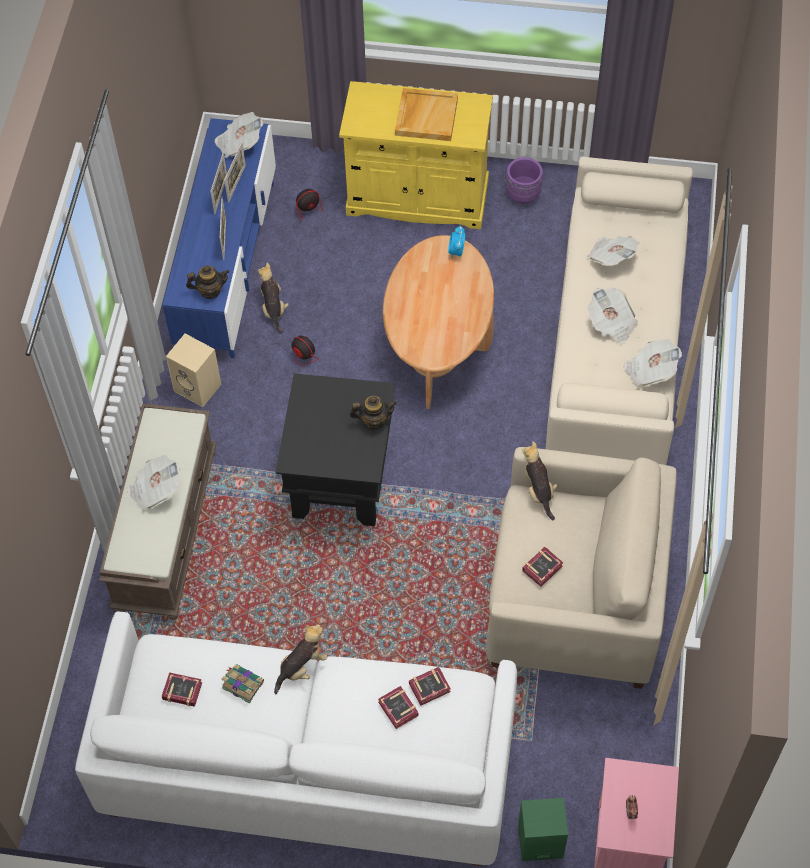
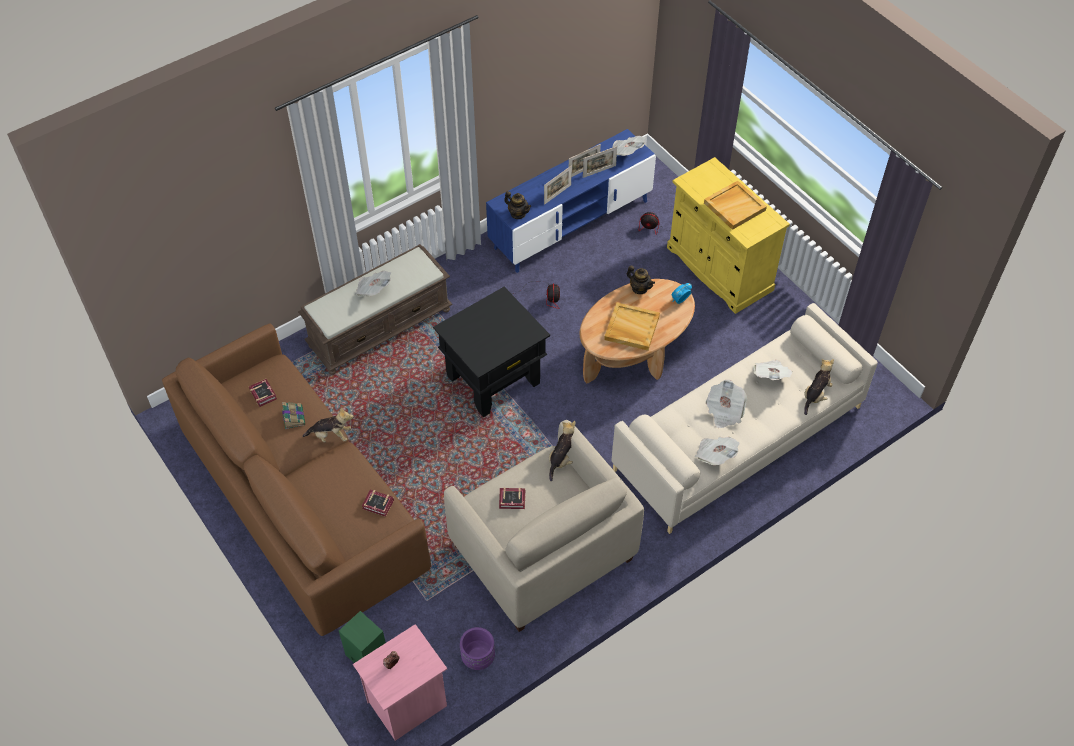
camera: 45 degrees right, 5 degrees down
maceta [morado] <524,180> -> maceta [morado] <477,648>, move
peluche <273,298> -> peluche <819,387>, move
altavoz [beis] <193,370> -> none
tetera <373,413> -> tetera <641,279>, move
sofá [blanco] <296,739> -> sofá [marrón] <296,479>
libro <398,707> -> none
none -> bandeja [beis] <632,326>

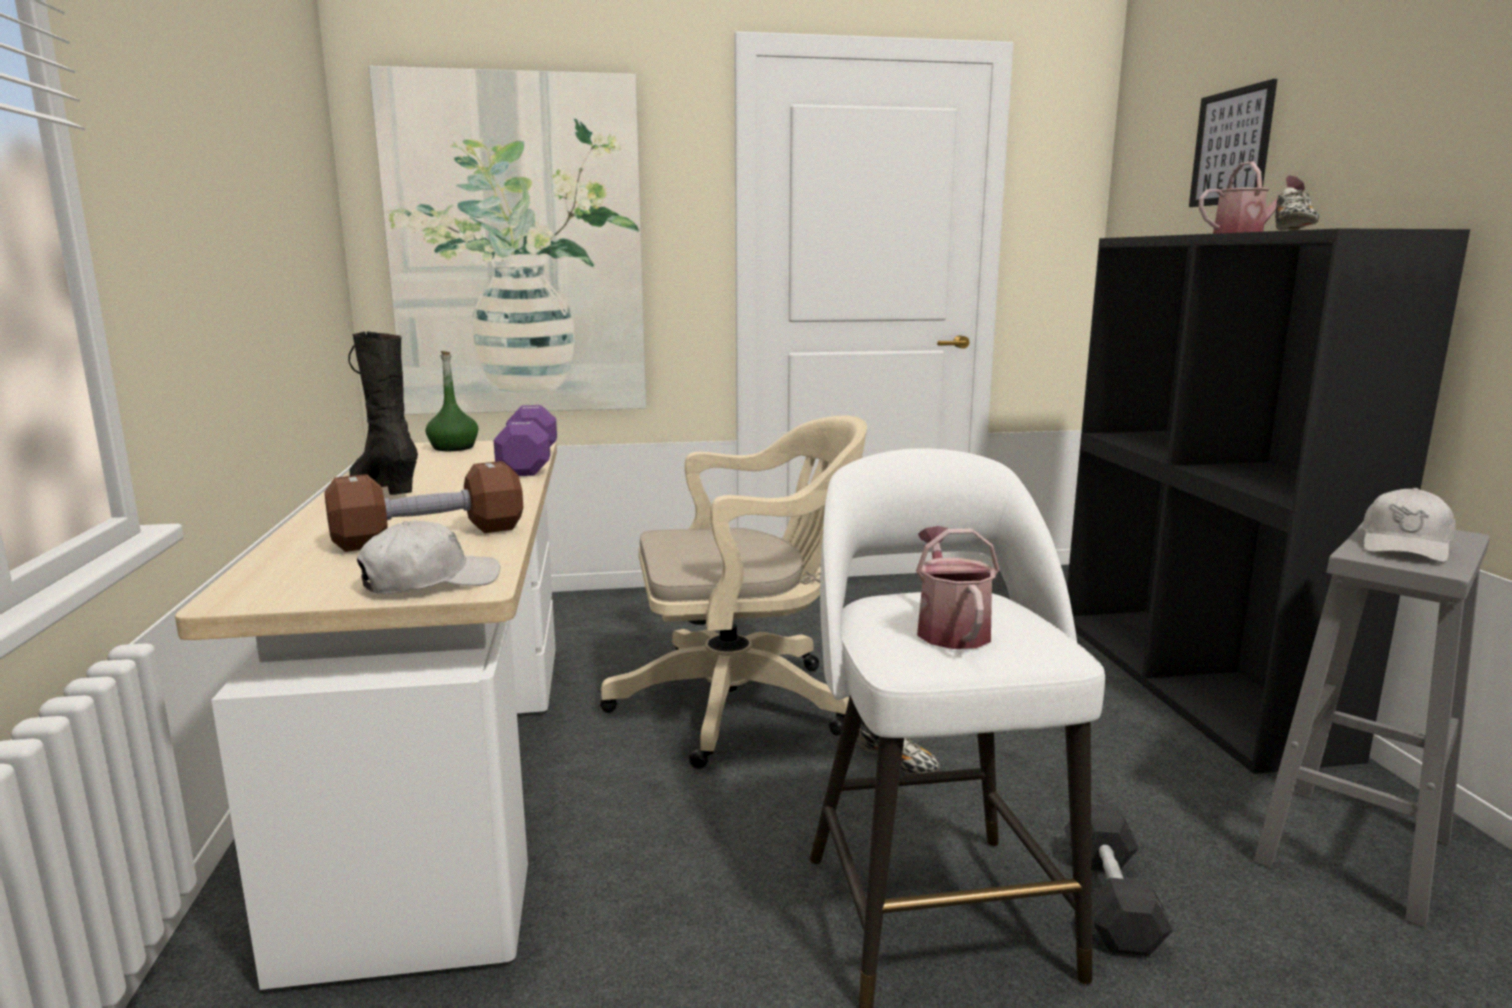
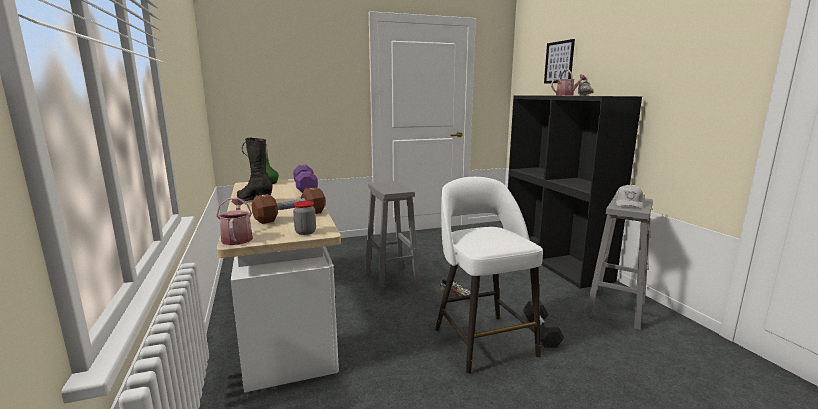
camera: 10 degrees left, 0 degrees up
cuadro <507,240> -> none
silla de oficina [beis] <733,592> -> taburete [gris] <392,237>
gorra [blanco] <428,557> -> tarro <304,218>
regadera <958,587> -> regadera <234,221>, move

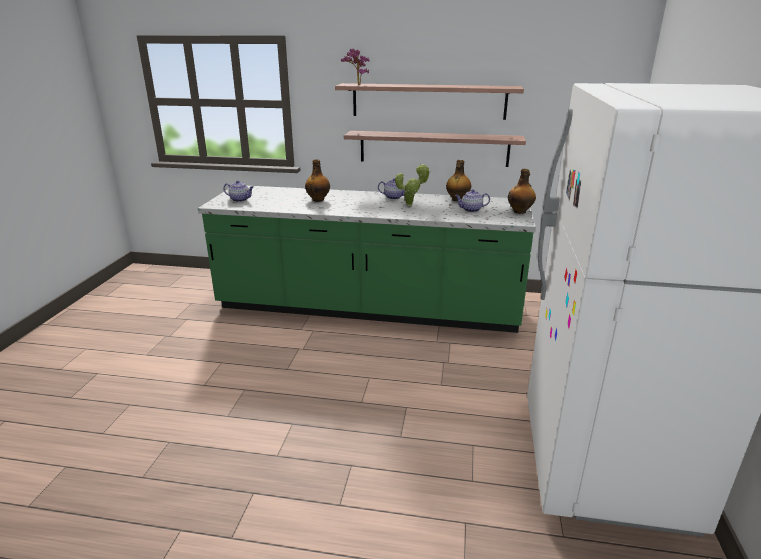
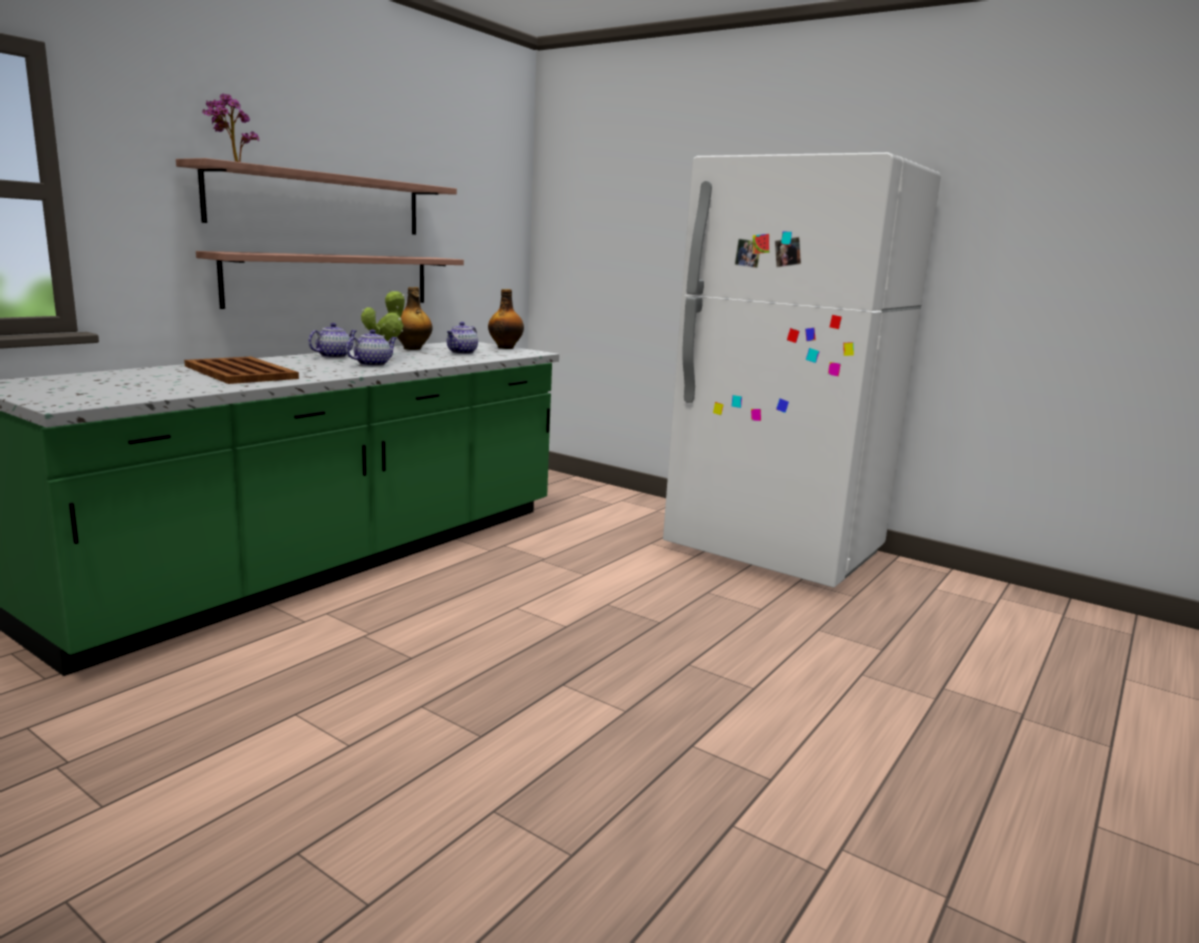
camera: 65 degrees left, 10 degrees down
botella <317,180> -> bandeja [marrón] <241,370>
tetera <238,191> -> tetera <371,347>, move

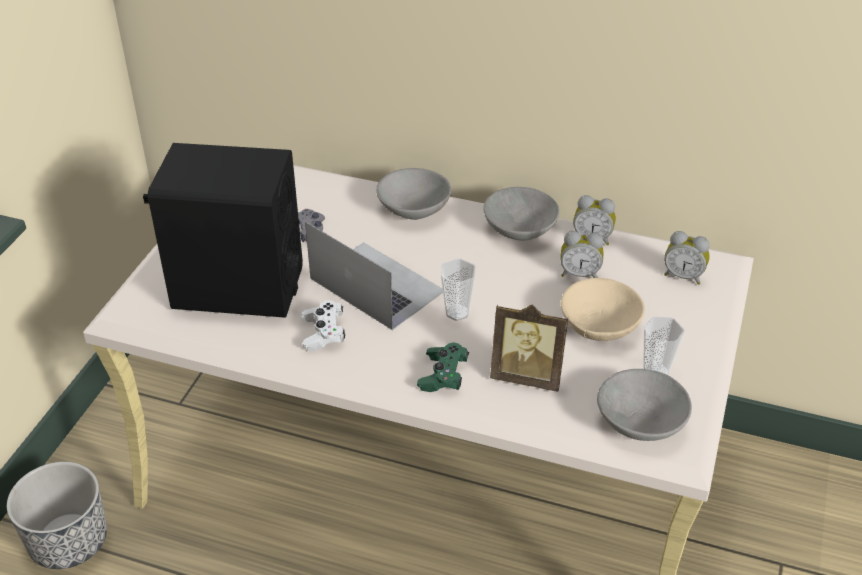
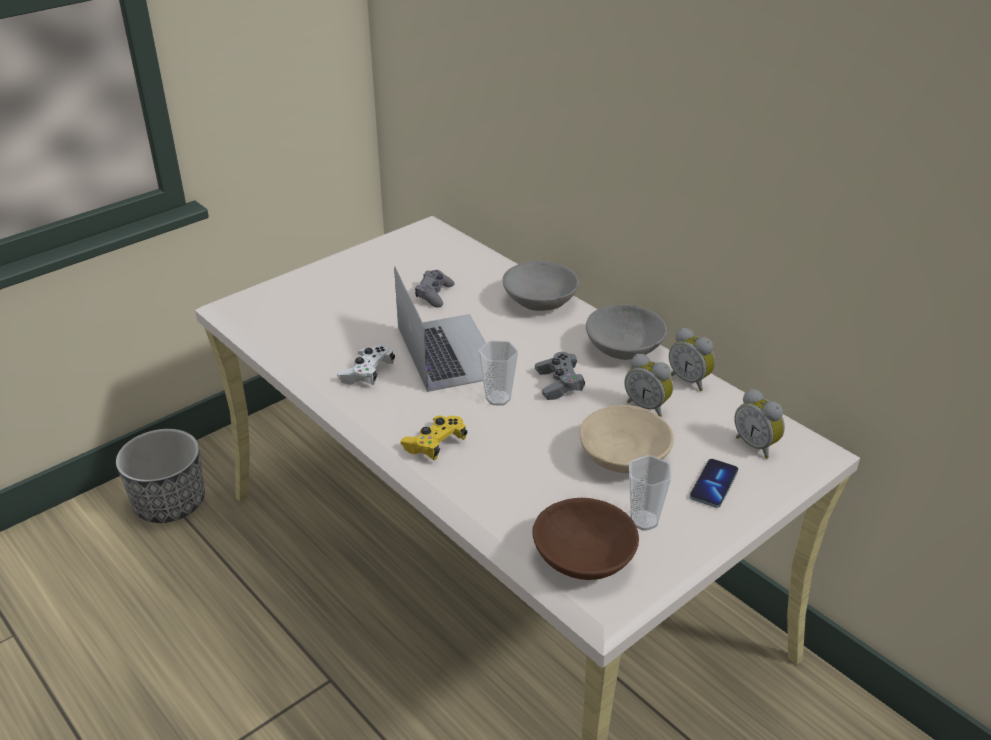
camera: 30 degrees right, 5 degrees down
altavoz [negro] <223,230> -> none
portarretratos <529,348> -> none
mando de consola [verde] <443,367> -> mando de consola [amarillo] <433,437>
cuenco [gris] <644,405> -> cuenco [marrón] <585,539>
none -> mando de consola [gris] <560,376>
none -> móvil <714,483>

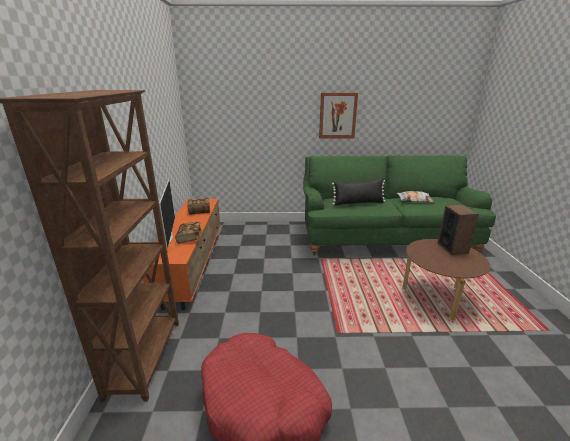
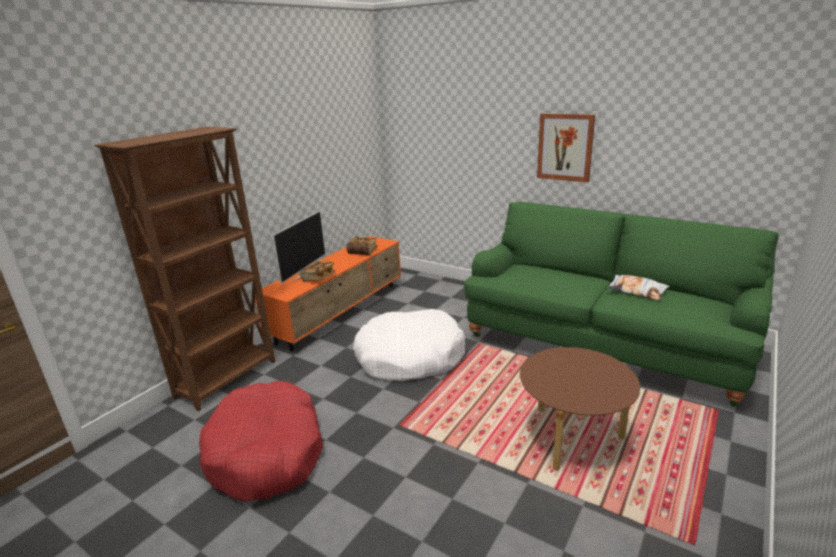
camera: 35 degrees right, 0 degrees up
cojín [negro] <358,192> -> none
altavoz <458,230> -> none
none -> cama para perro [blanco] <409,345>

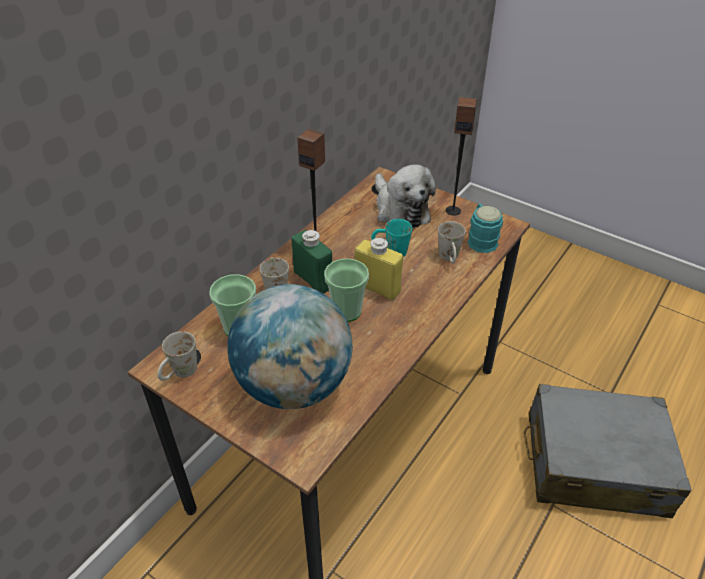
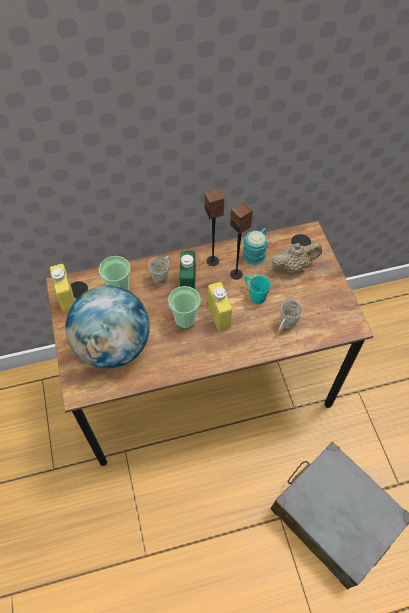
camera: 40 degrees right, 15 degrees up
altavoz <461,156> -> altavoz <241,241>, move
peluche <405,196> -> tetera [beis] <297,257>
taza grande [turquesa] <485,228> -> taza grande [turquesa] <255,246>, move
taza grande [blanco] <177,356> -> botella [amarillo] <62,288>

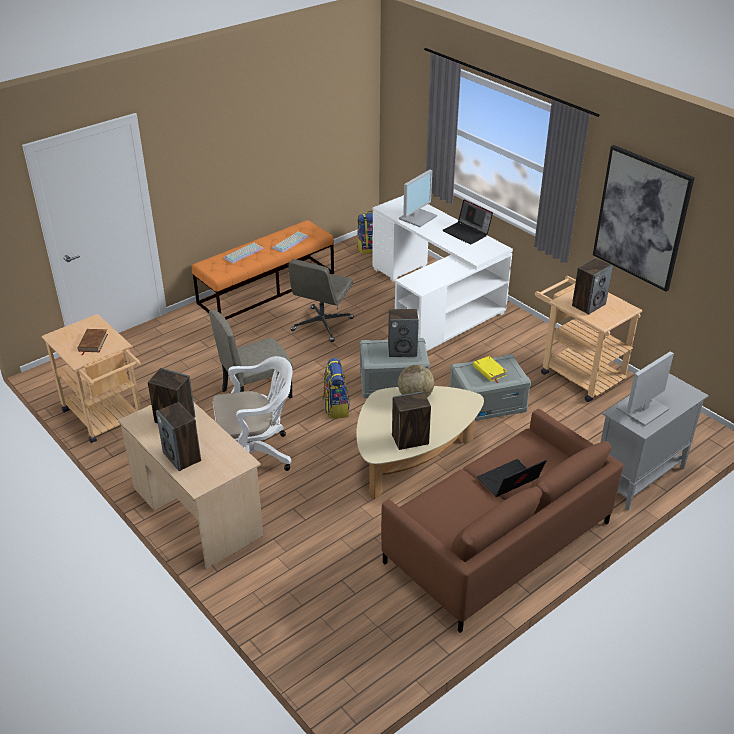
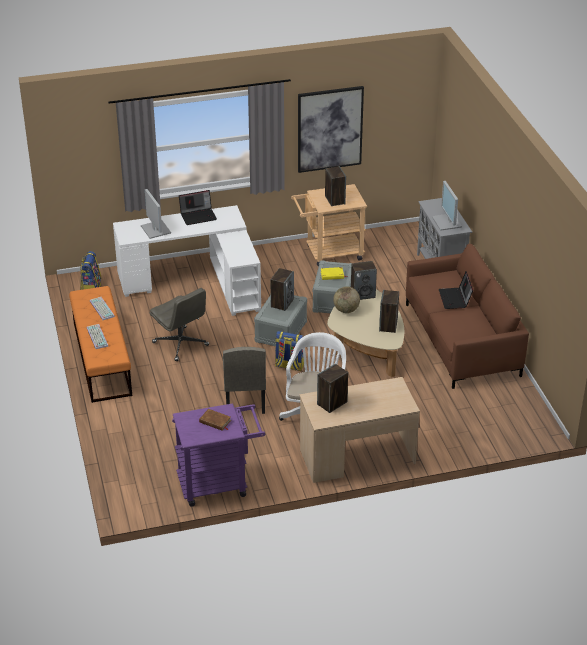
camera: 65 degrees left, 0 degrees up
carrito [beis] <91,378> -> carrito [morado] <218,455>
altavoz <178,436> -> altavoz <364,280>, move

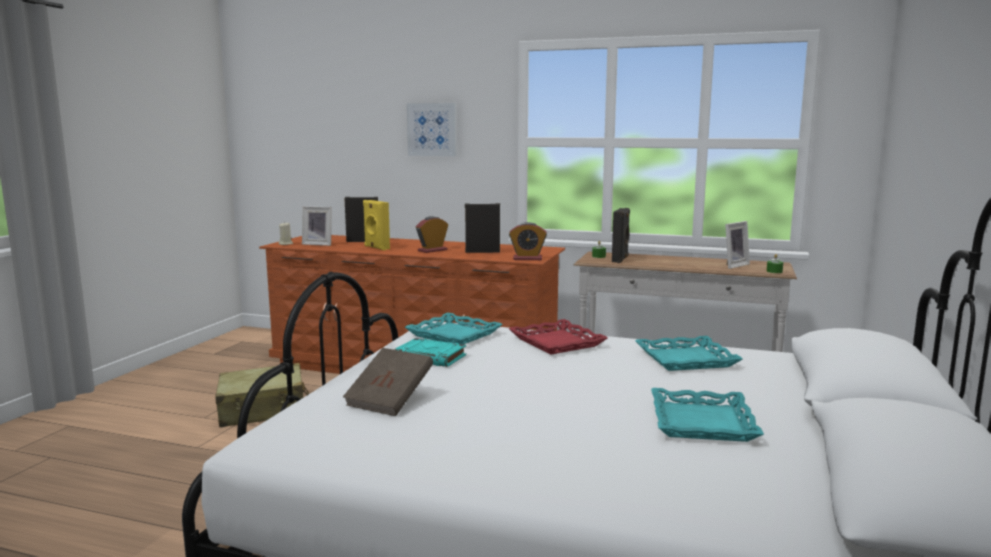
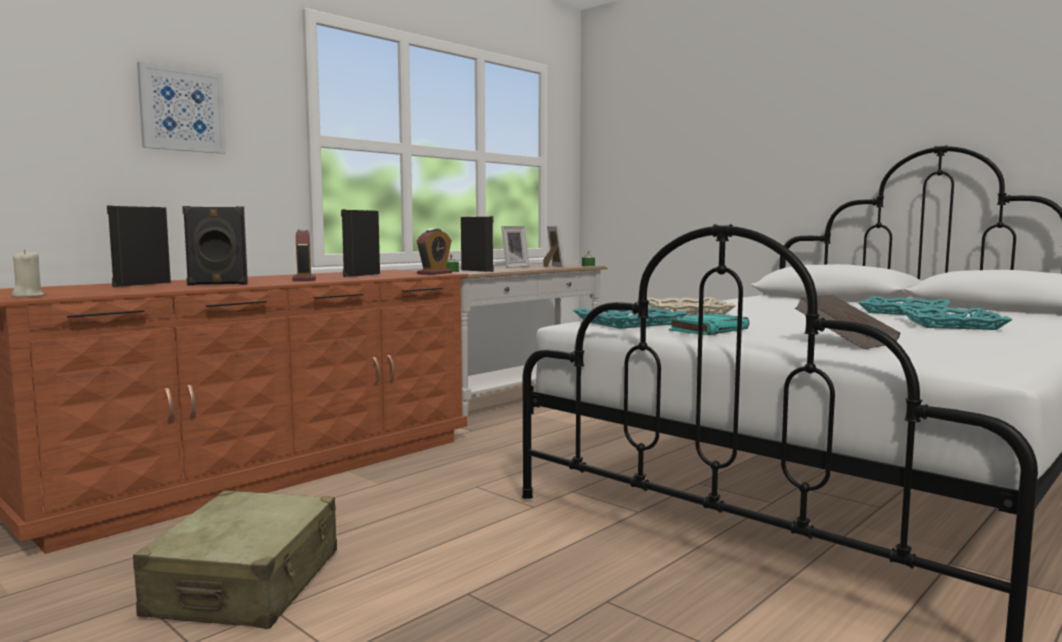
camera: 65 degrees left, 5 degrees down
altavoz [amarillo] <376,225> -> altavoz [negro] <215,246>
portarretratos <317,226> -> portarretratos <515,247>, move
bandeja [rojo] <558,337> -> bandeja [beis] <691,306>
bandeja [turquesa] <689,353> -> bandeja [turquesa] <956,318>, move

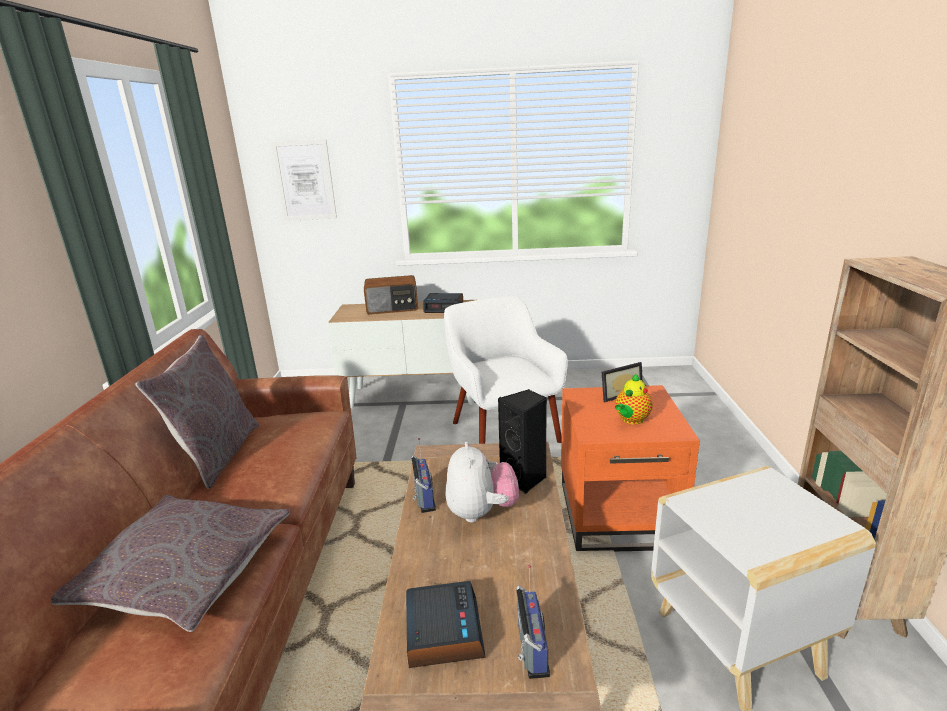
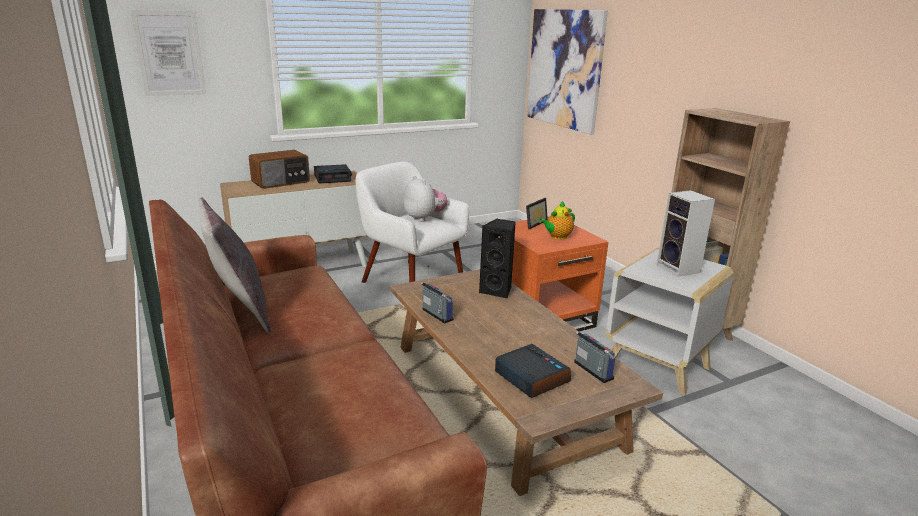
camera: 30 degrees left, 0 degrees up
tetera <634,399> -> tetera <557,220>, 45 degrees clockwise
peluche <482,482> -> peluche <425,199>, move
cojín [gris] <170,563> -> none
none -> cuadro <567,71>
none -> altavoz <686,233>

